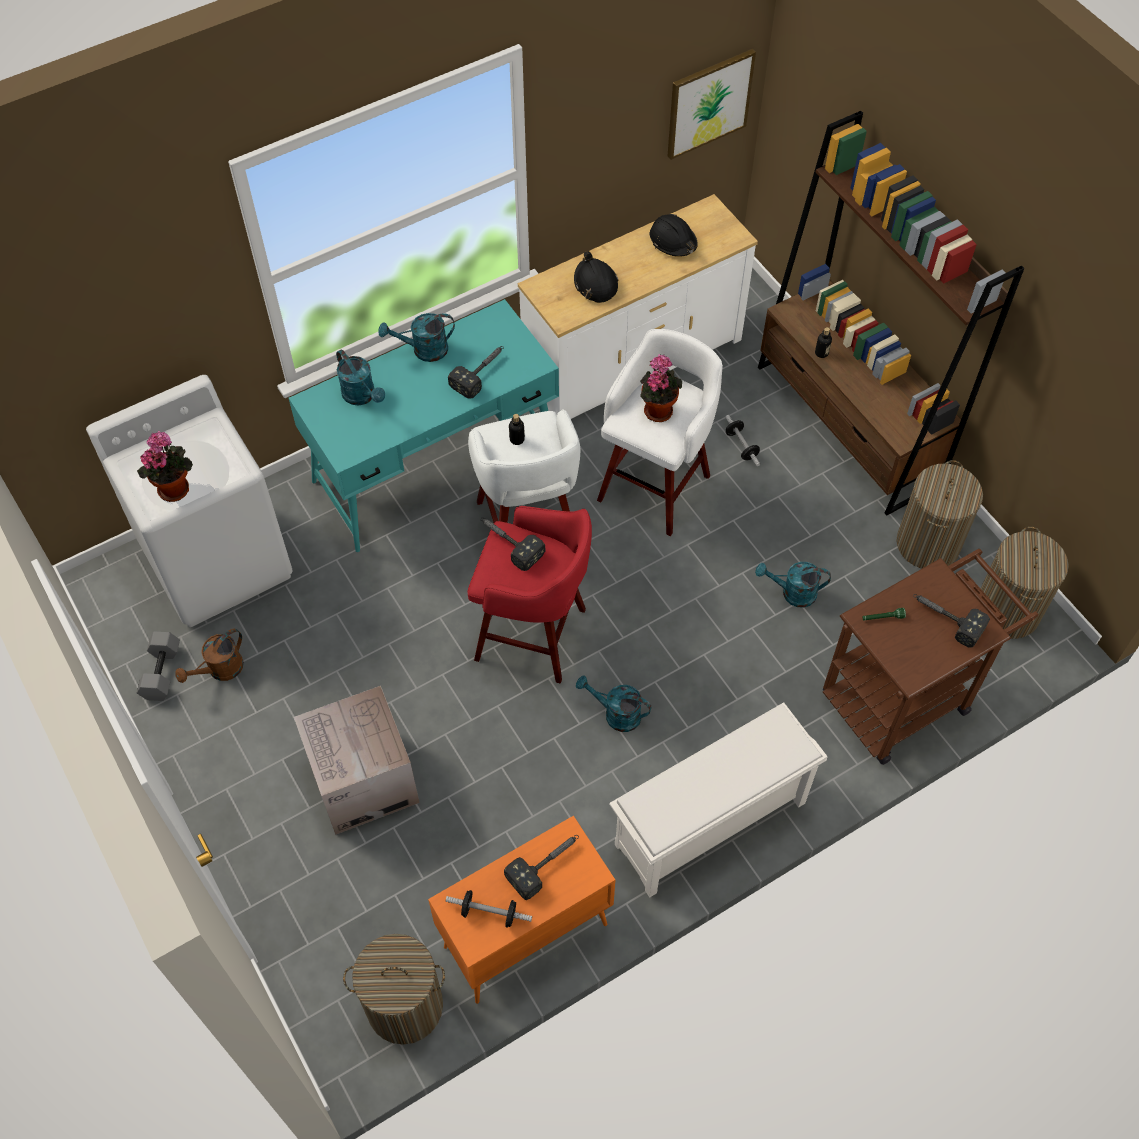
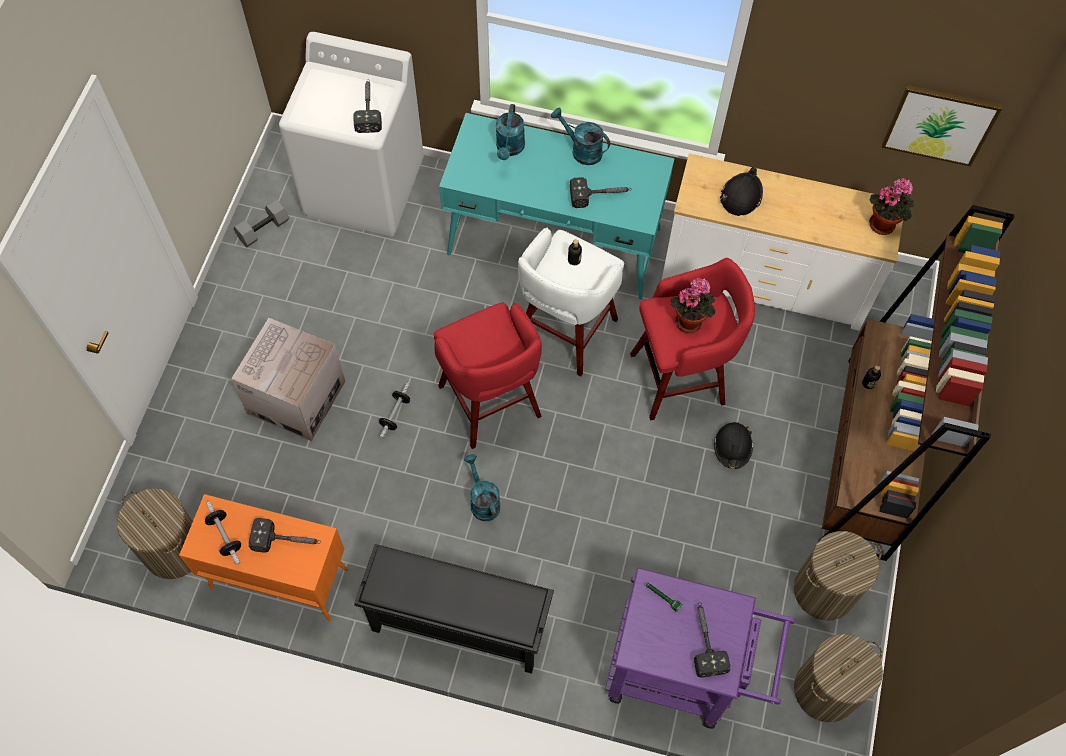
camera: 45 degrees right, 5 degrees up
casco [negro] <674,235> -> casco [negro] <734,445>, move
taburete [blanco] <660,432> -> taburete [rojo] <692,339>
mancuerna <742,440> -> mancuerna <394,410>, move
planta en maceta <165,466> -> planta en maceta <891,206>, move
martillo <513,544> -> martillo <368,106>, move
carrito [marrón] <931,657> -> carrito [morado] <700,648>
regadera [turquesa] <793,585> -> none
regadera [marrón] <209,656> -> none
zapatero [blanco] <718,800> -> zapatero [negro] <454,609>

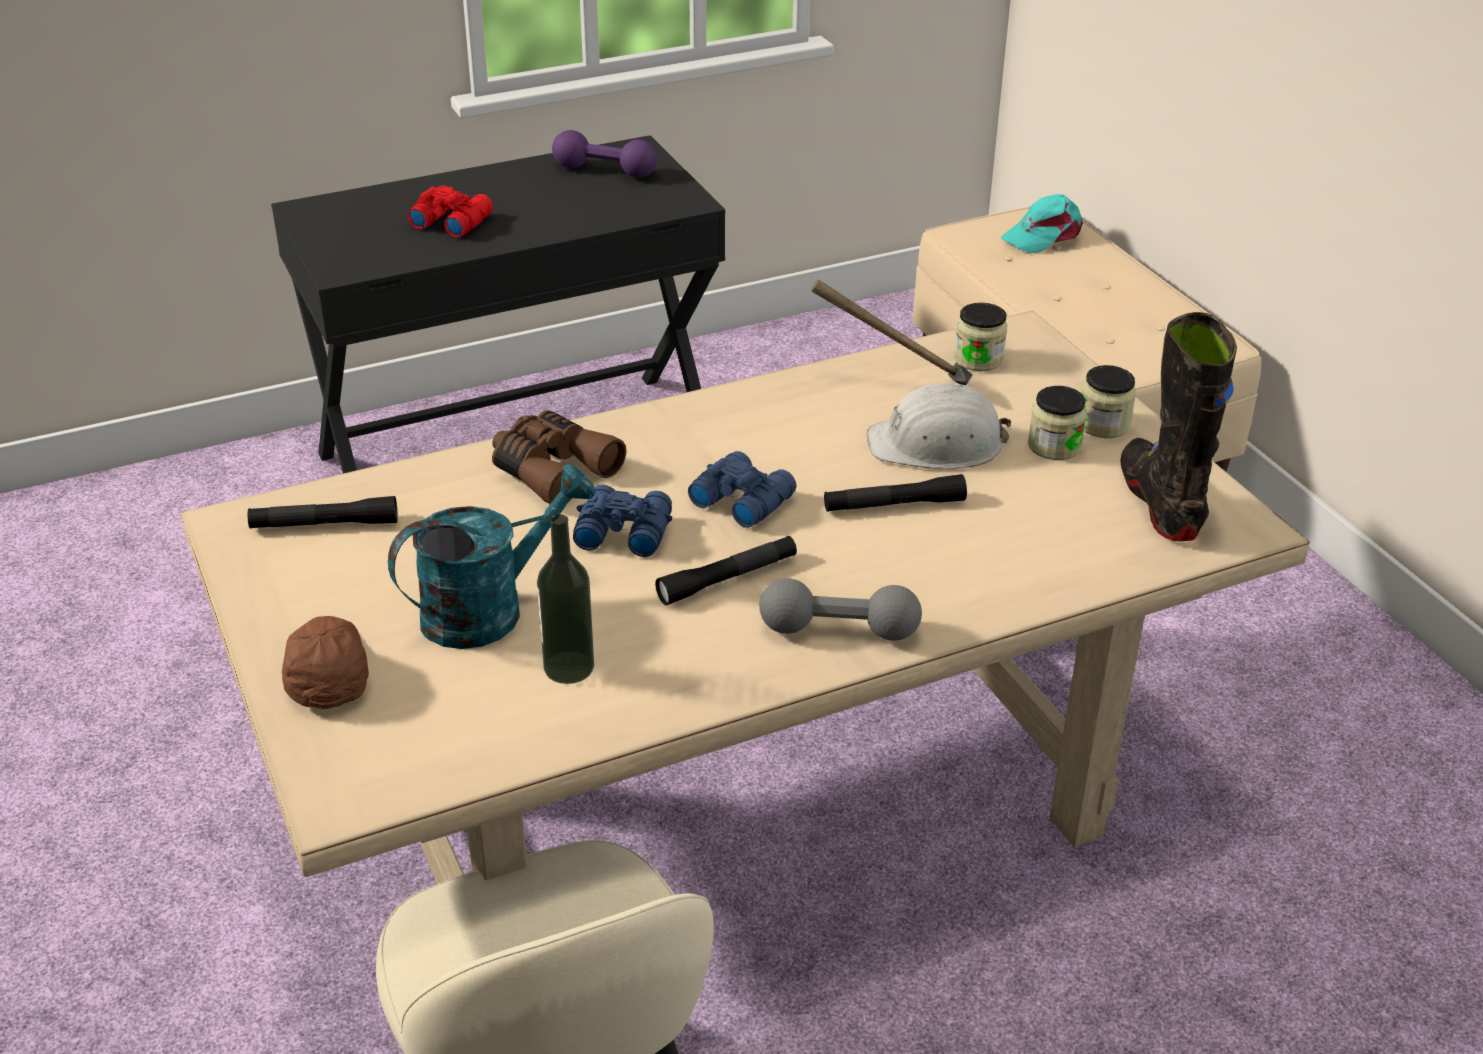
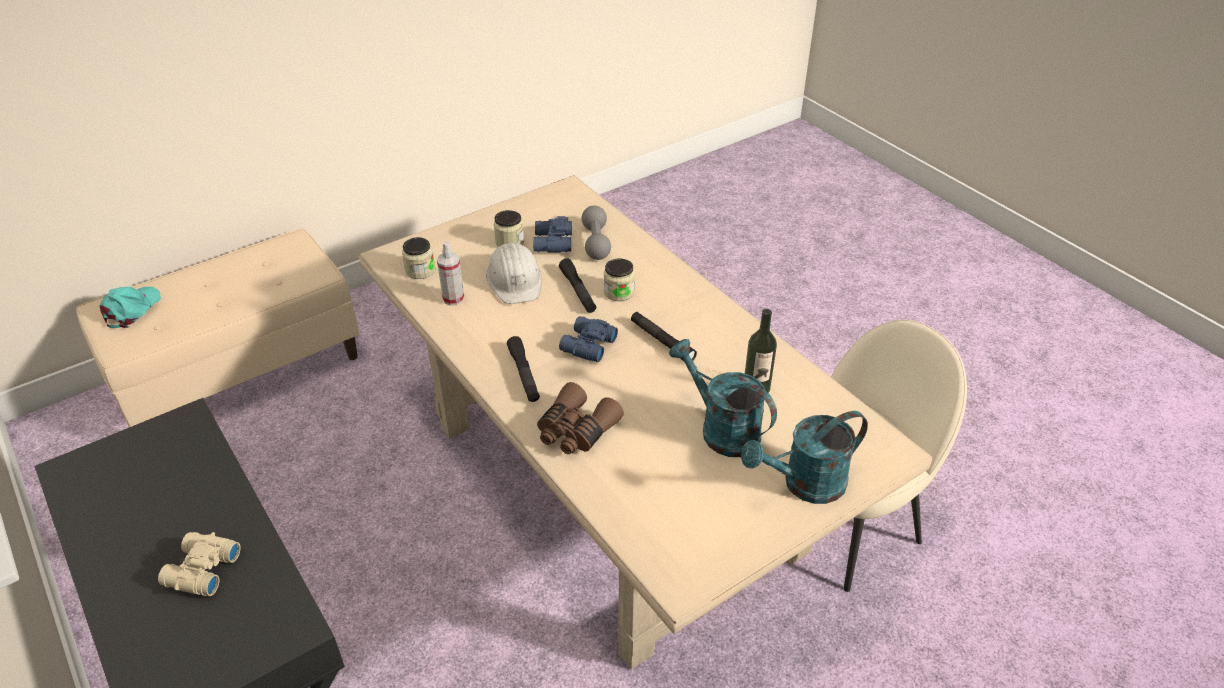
camera: 100 degrees left, 5 degrees up
mancuerna [morado] <605,154> -> none
prismáticos [rojo] <450,212> -> prismáticos [beis] <199,564>
gorra [turquesa] <1042,224> -> gorra [turquesa] <130,307>, 120 degrees counterclockwise
martillo <891,332> -> pulverizador <450,273>
bota [negro] <1178,426> -> none
tarro <1108,401> -> tarro <619,280>, move
prismáticos [azul] <622,521> -> prismáticos [azul] <552,234>, move
linterna [negro] <323,512> -> linterna [negro] <523,369>, move
mancuerna [gris] <840,609> -> mancuerna [gris] <596,232>, move
gorra [marrón] <325,662> -> regadera [turquesa] <804,457>

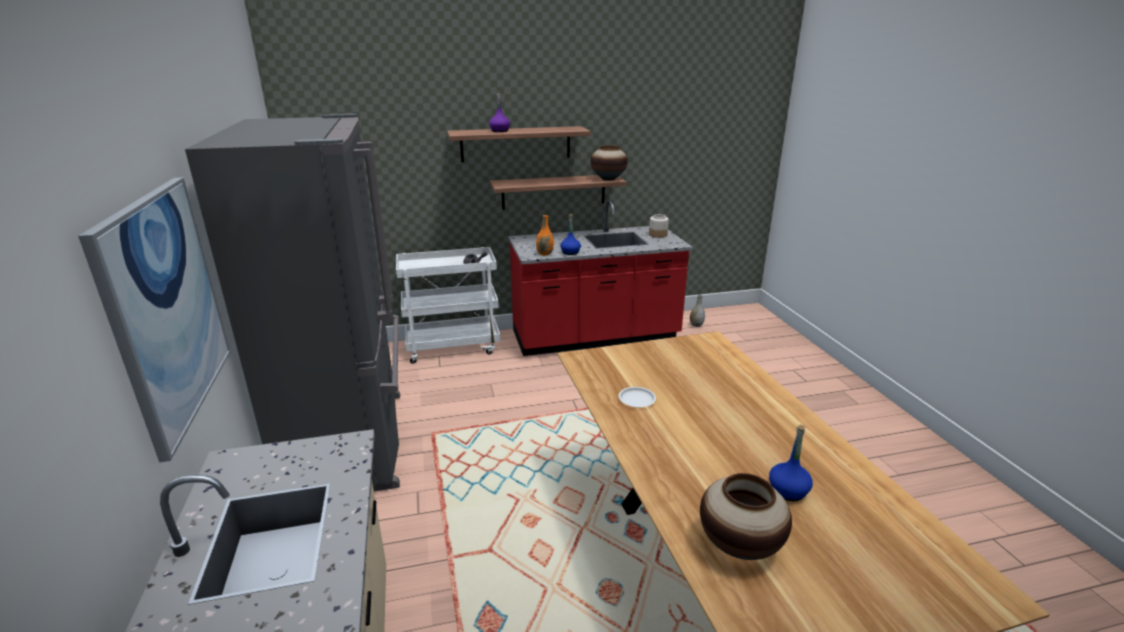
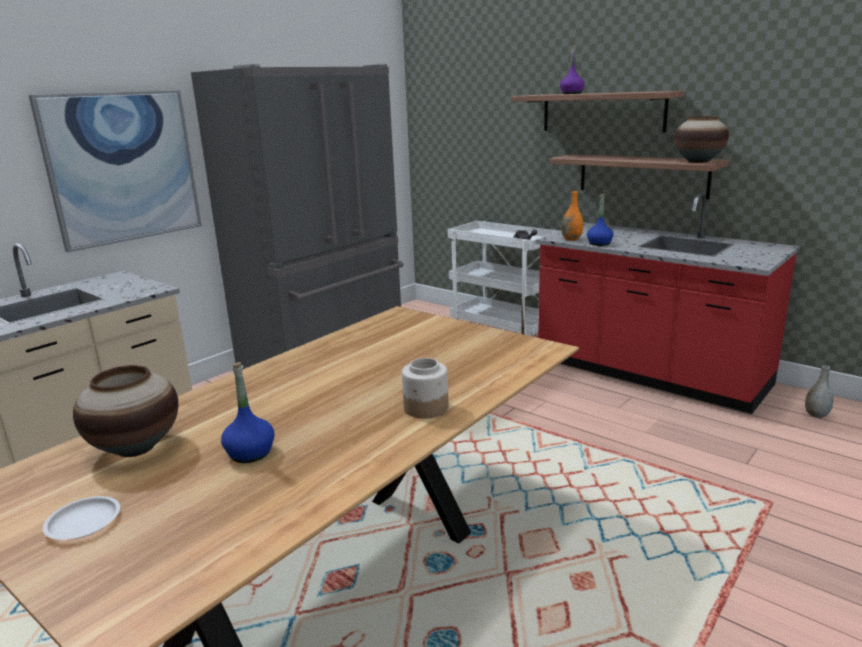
camera: 55 degrees right, 5 degrees down
tarro <659,226> -> tarro <425,388>, move
plato [blanco] <637,397> -> plato [blanco] <81,518>, move

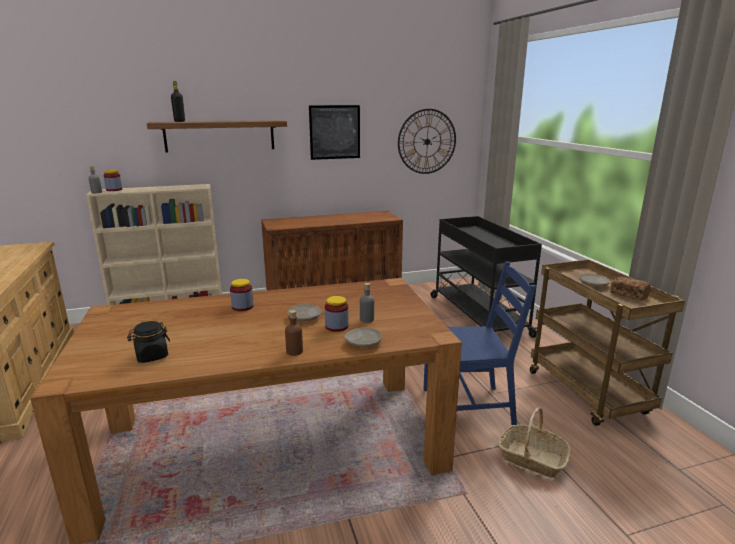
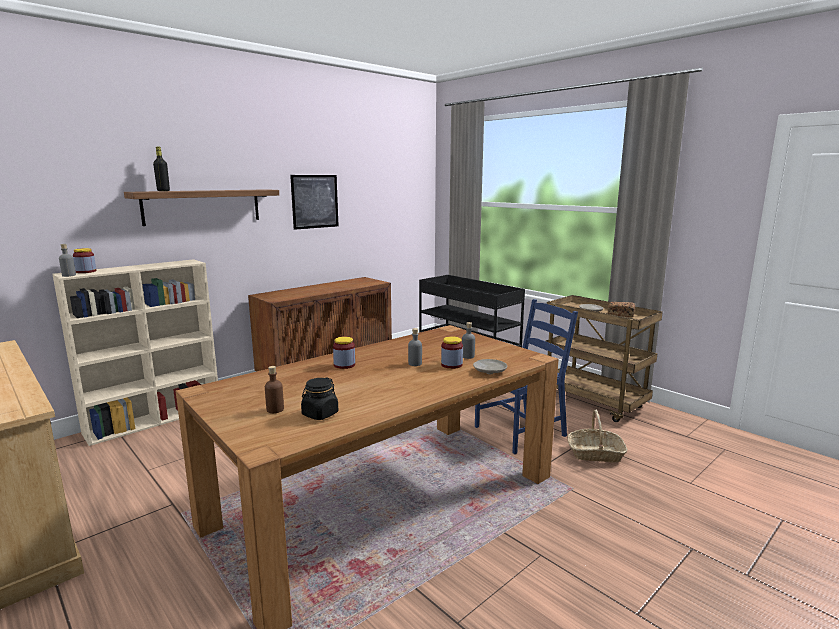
camera: 25 degrees left, 5 degrees down
reloj de pared <427,141> -> none
plato [beis] <304,313> -> botella [gris] <415,347>
botella [marrón] <294,333> -> botella [marrón] <274,389>, move

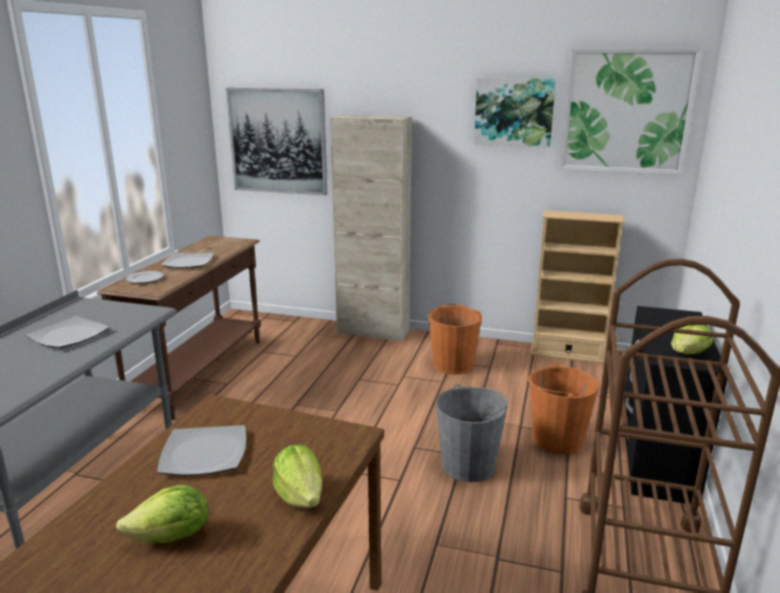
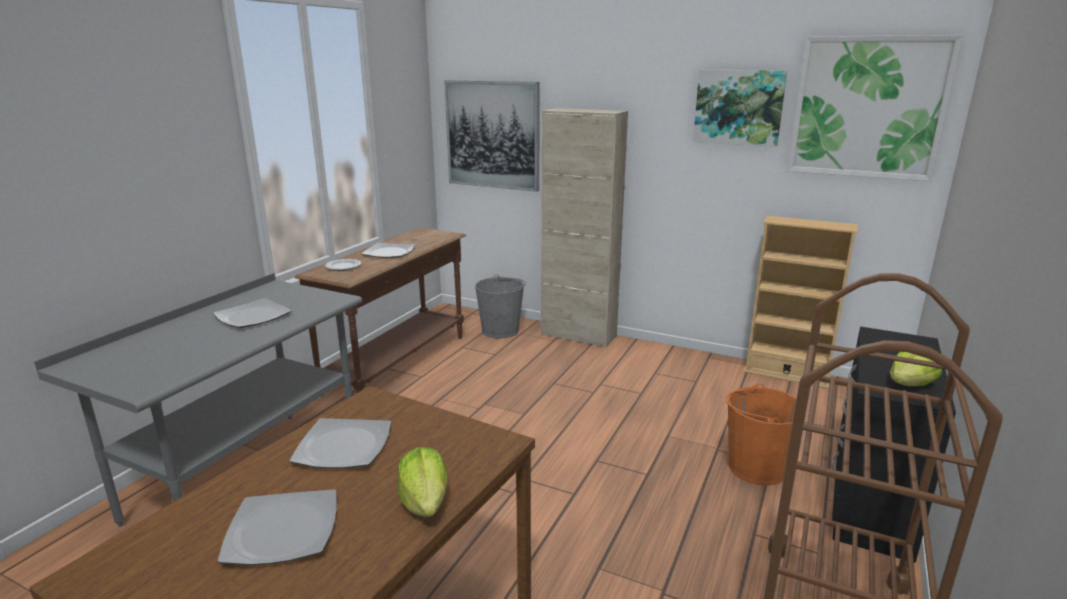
camera: 10 degrees right, 0 degrees up
cubo [naranja] <455,339> -> none
cubo [gris] <472,433> -> cubo [gris] <500,306>, move
lechuga <162,514> -> plato <277,527>

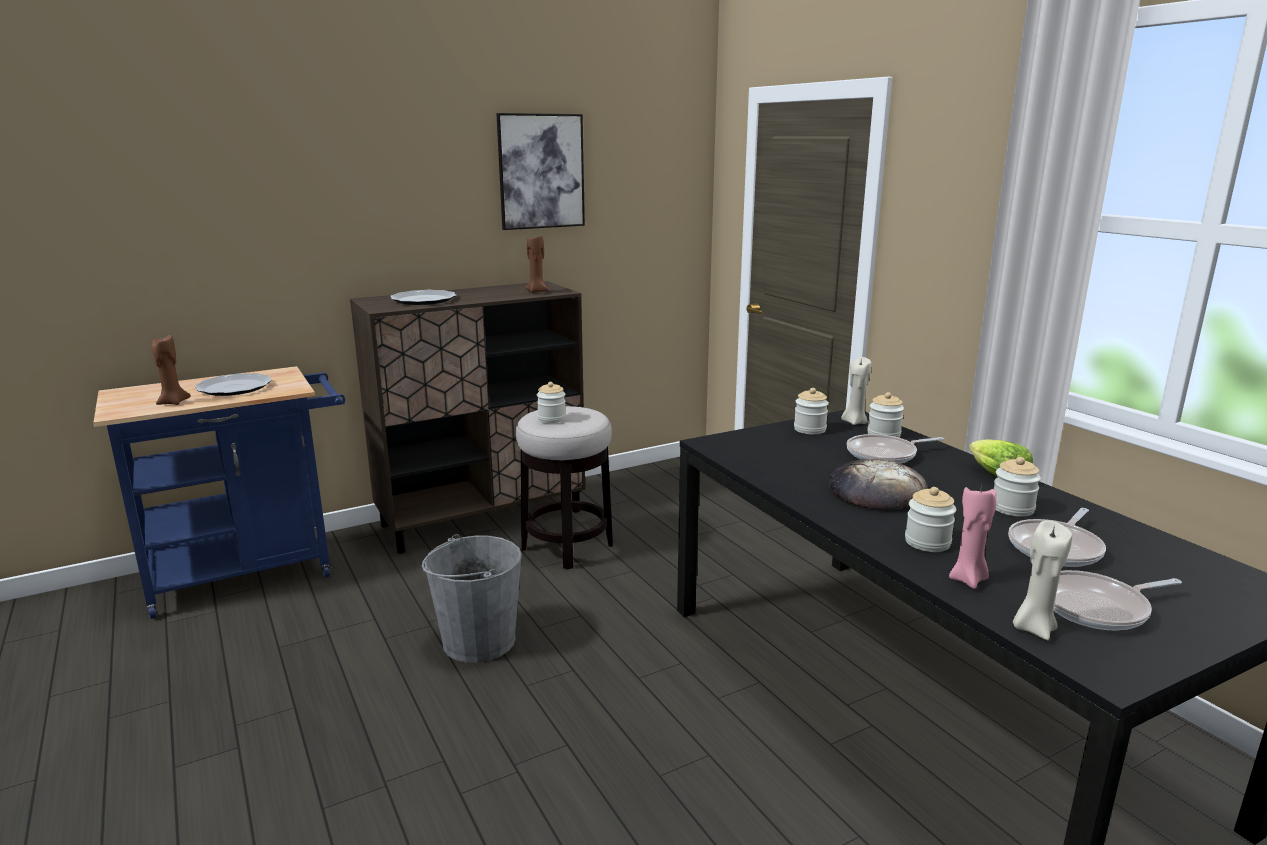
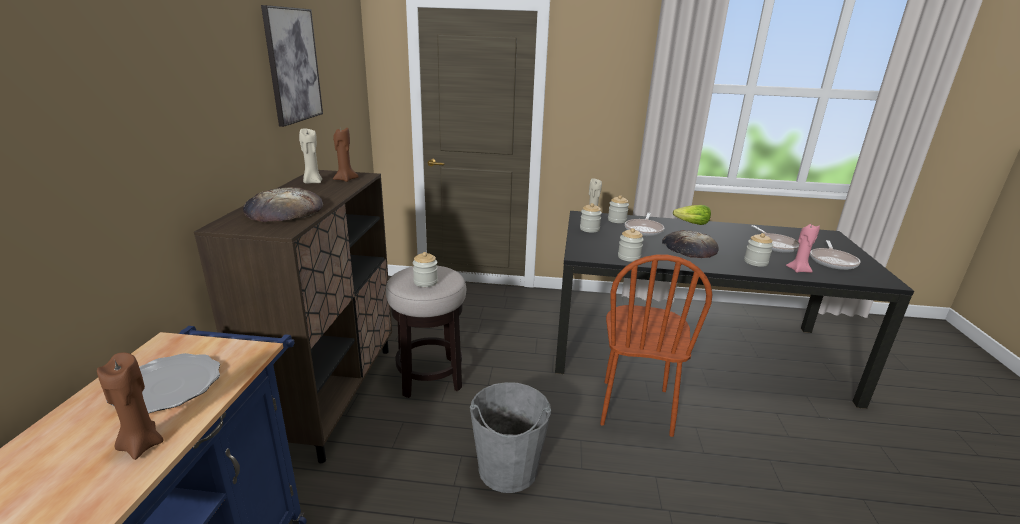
camera: 55 degrees left, 5 degrees up
plato <423,297> -> pan <283,204>
tarro <1017,487> -> tarro <631,245>, move
vela [beis] <1042,580> -> vela [beis] <310,156>, move
none -> silla [marrón] <656,346>

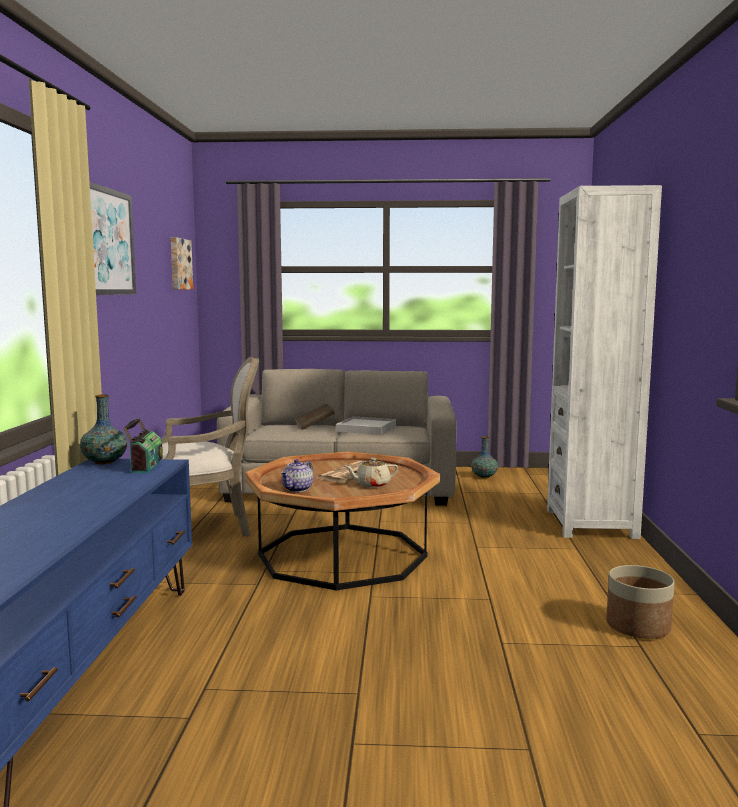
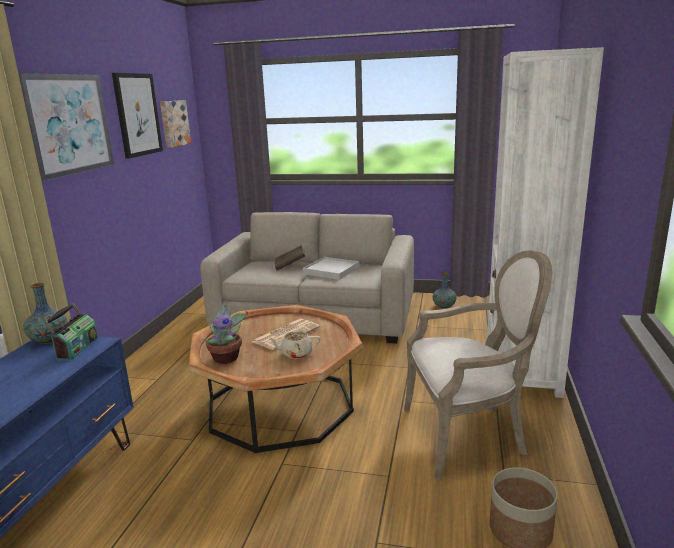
camera: 10 degrees right, 10 degrees up
sillón <210,446> -> sillón <478,365>, move
tetera <297,475> -> planta en maceta <225,333>
none -> cuadro <137,116>

